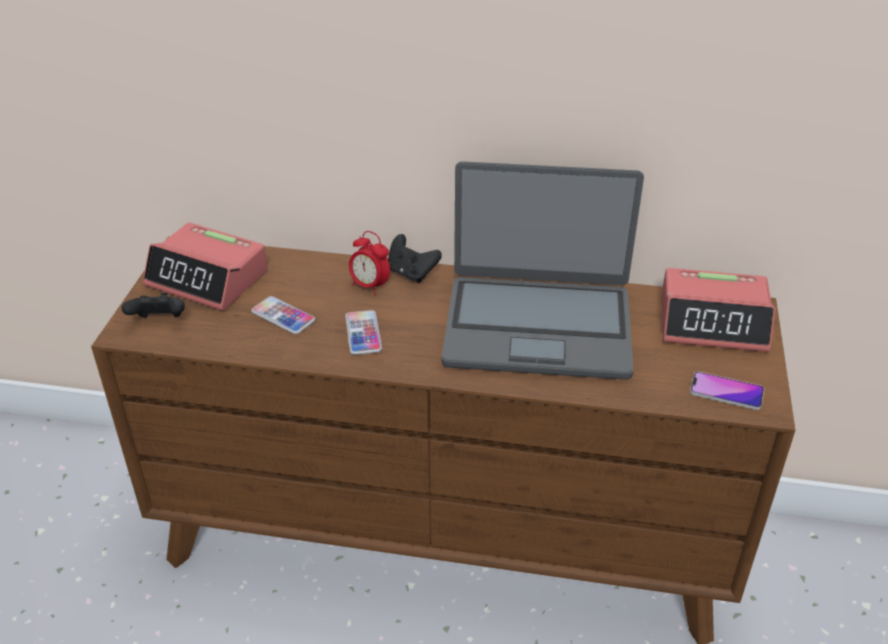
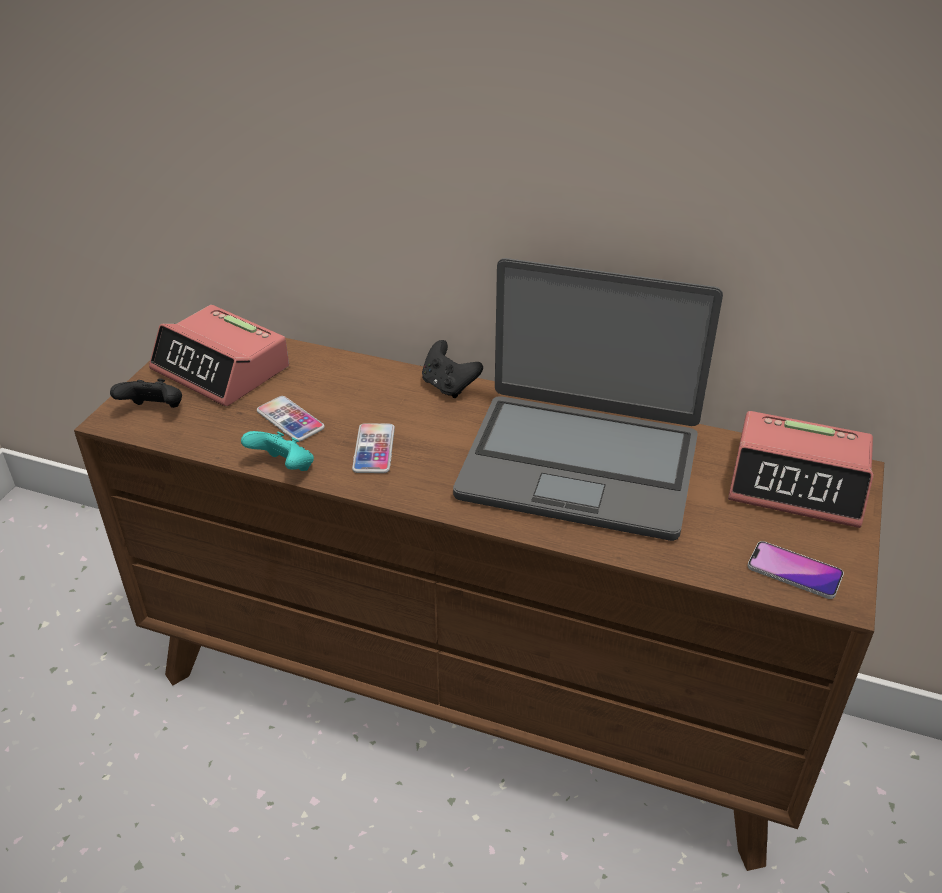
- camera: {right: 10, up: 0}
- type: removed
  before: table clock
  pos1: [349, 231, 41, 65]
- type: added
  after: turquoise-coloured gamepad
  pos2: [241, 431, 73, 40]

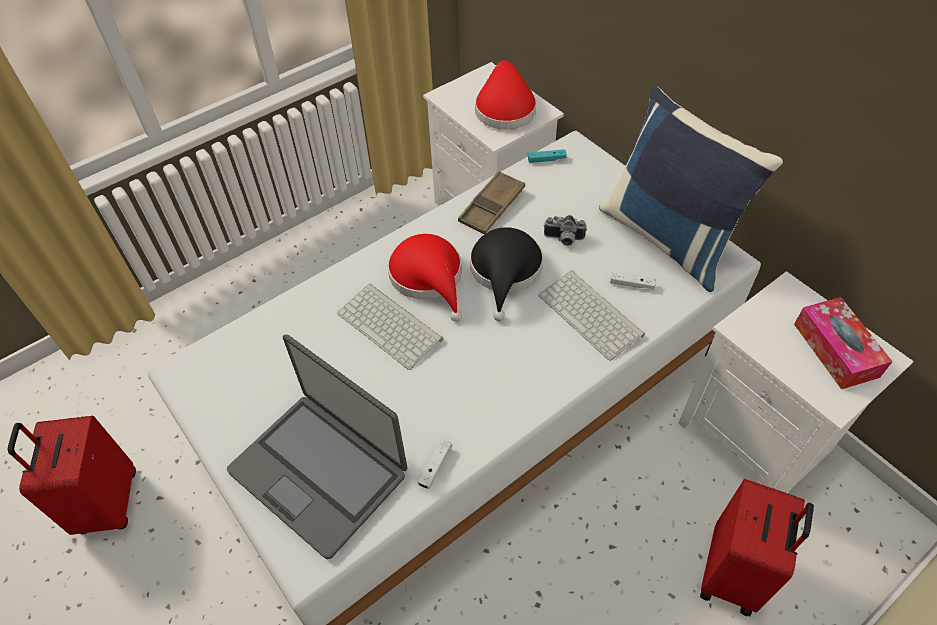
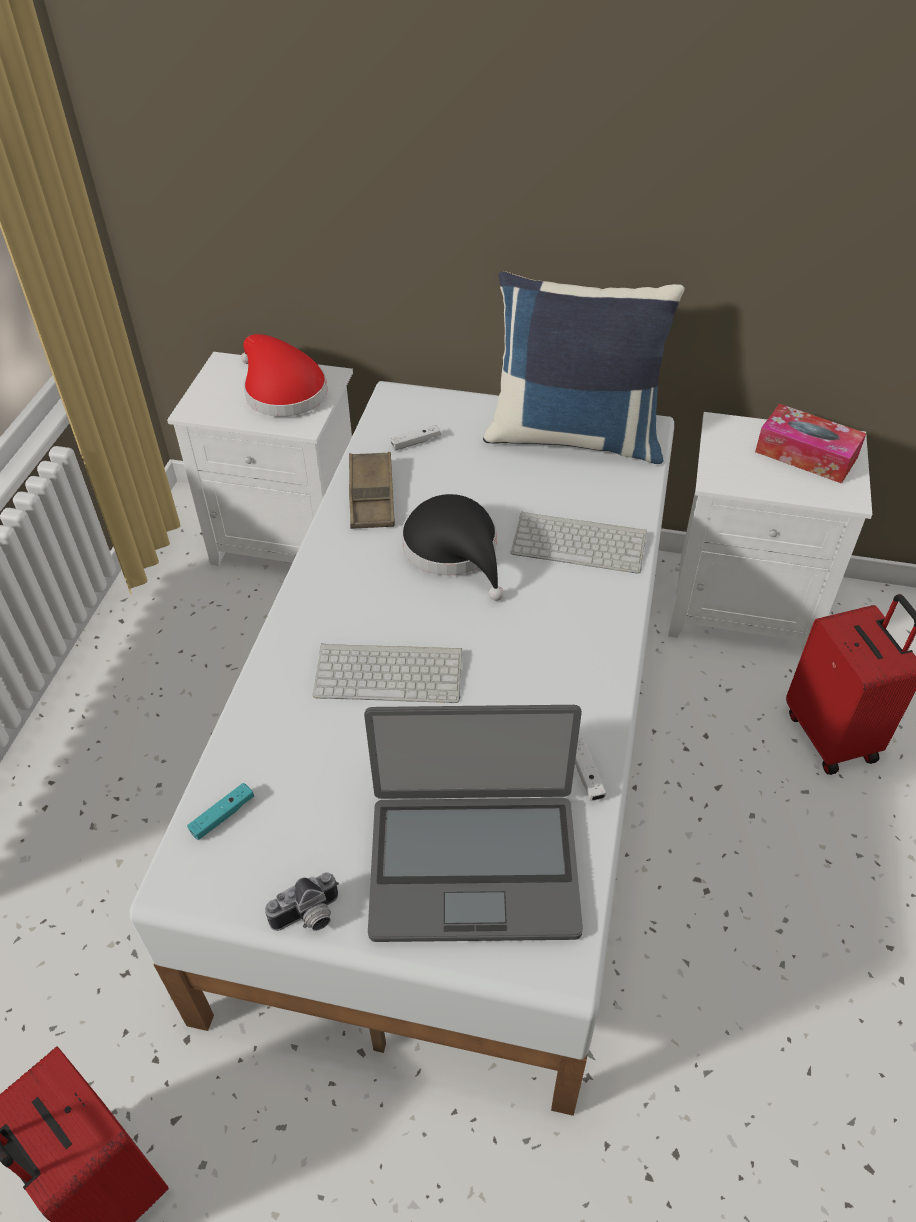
- camera: {right: -40, up: -5}
- type: removed
  before: reddish hat
  pos1: [387, 234, 75, 88]
- type: moved
  before: turquoise-coloured gamepad
  pos1: [528, 149, 39, 14]
  pos2: [187, 783, 67, 57]
- type: moved
  before: photo camera
  pos1: [544, 215, 43, 31]
  pos2: [265, 872, 74, 59]
- type: moved
  before: white-coloured gamepad
  pos1: [610, 271, 46, 18]
  pos2: [390, 424, 51, 27]

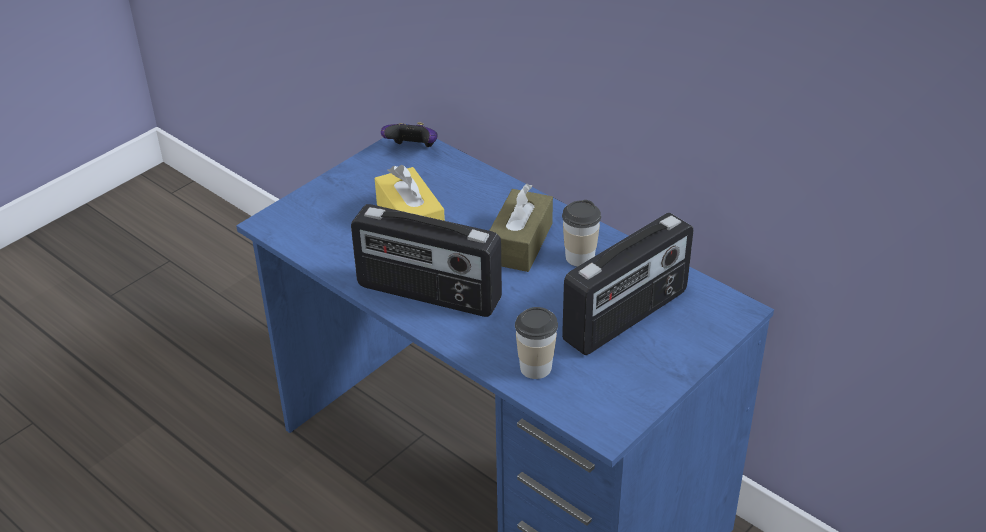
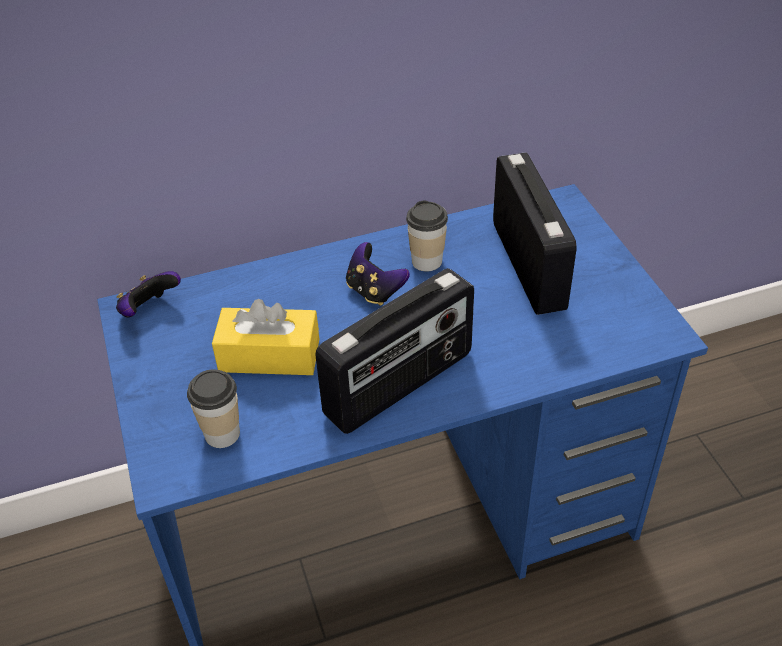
- camera: {right: -60, up: 5}
- type: moved
  before: drinking cup
  pos1: [515, 307, 43, 72]
  pos2: [187, 370, 53, 78]
- type: replaced
  before: brownish tissue holder
  after: gamepad
  pos1: [489, 183, 64, 89]
  pos2: [346, 242, 64, 64]

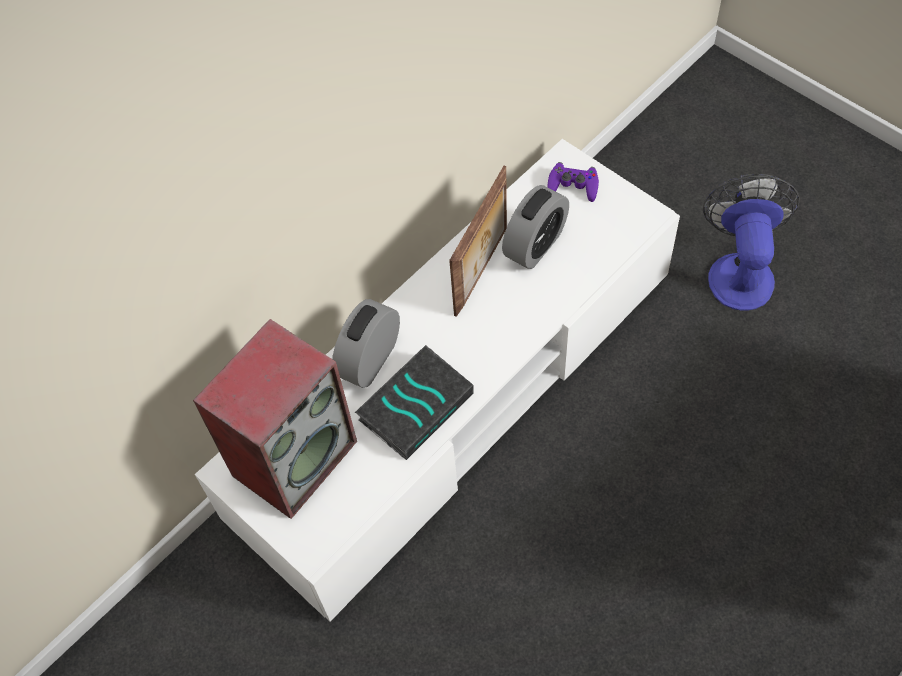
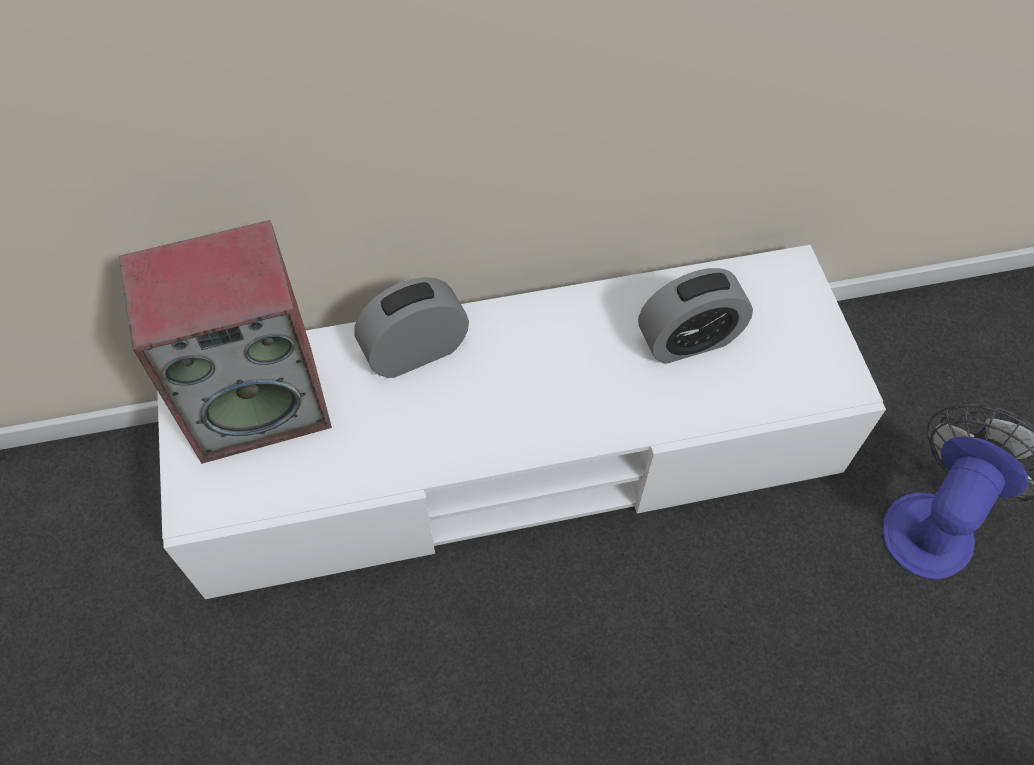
- camera: {right: 30, up: 0}
- type: removed
  before: volume
  pos1: [355, 345, 119, 115]
- type: removed
  before: picture frame
  pos1: [449, 166, 58, 151]
- type: removed
  before: purplish gamepad
  pos1: [547, 162, 52, 40]

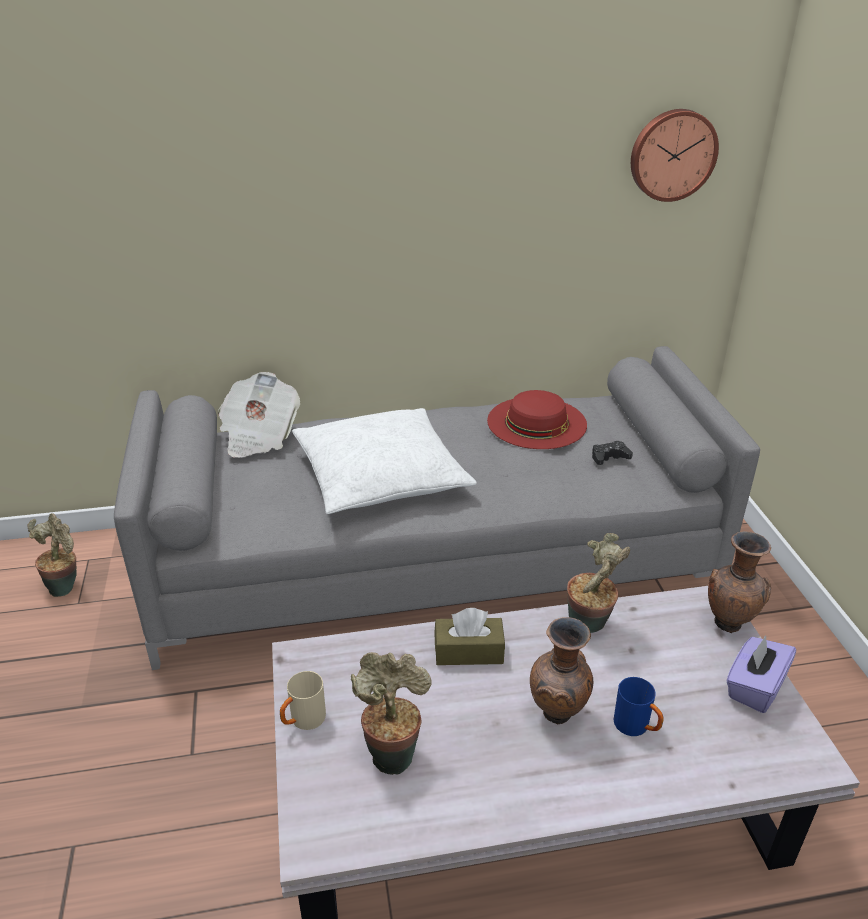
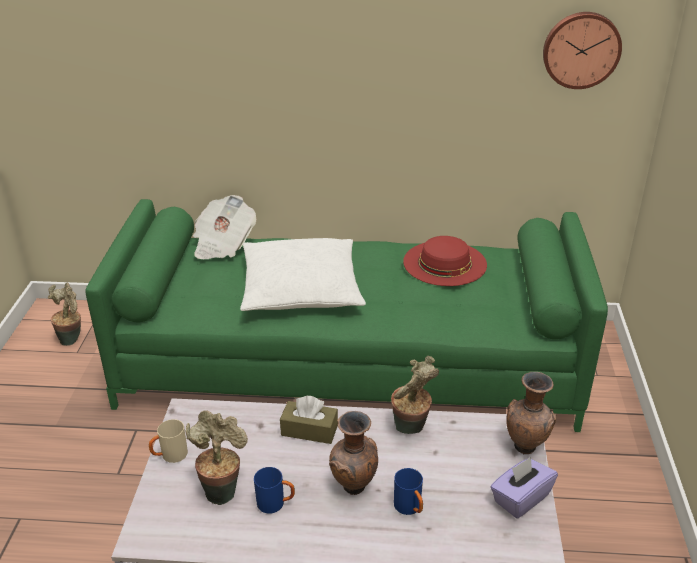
- camera: {right: 15, up: 0}
- type: removed
  before: black-coloured gamepad
  pos1: [592, 441, 41, 24]
- type: added
  after: blue-coloured mug
  pos2: [254, 467, 41, 47]
- type: recoloured
  before: greyish couch
  after: green-coloured couch
  pos1: [114, 346, 646, 324]
  pos2: [85, 199, 523, 233]

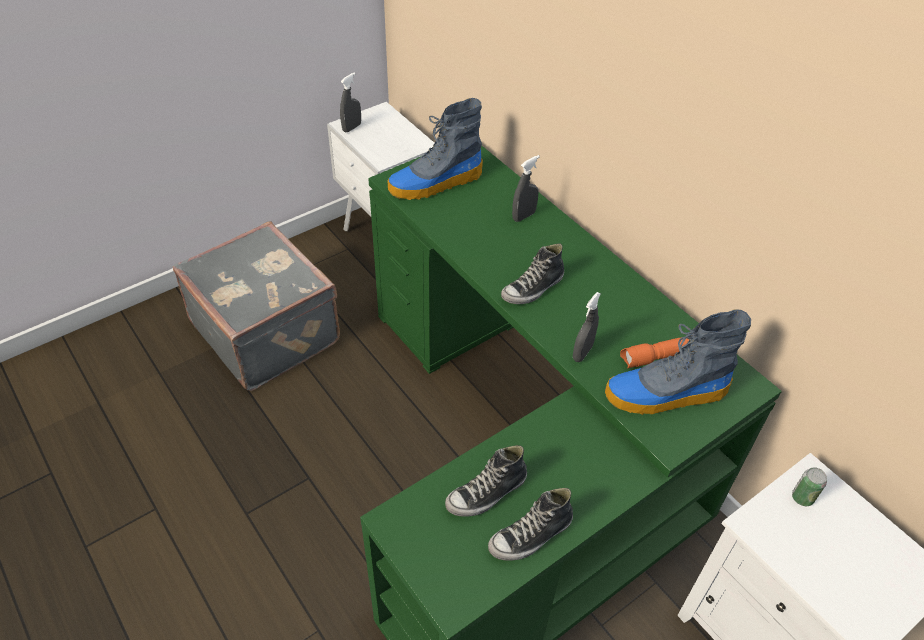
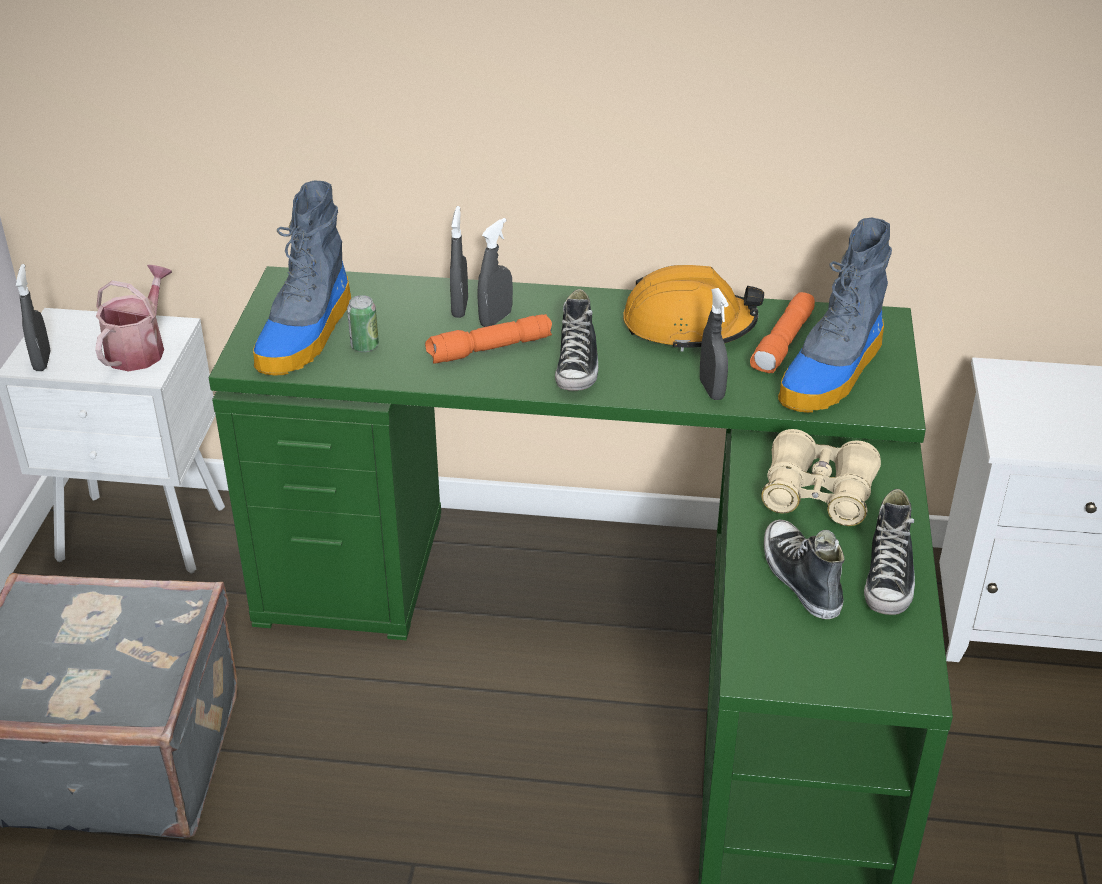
- camera: {right: -45, up: -10}
- type: added
  after: watering pot
  pos2: [95, 265, 77, 106]
- type: added
  after: orange-coloured flashlight
  pos2: [425, 314, 127, 50]
- type: added
  after: greyish spray bottle
  pos2: [477, 218, 36, 109]
- type: added
  after: orange-coloured hard hat
  pos2: [623, 265, 141, 87]
- type: added
  after: beige field glasses
  pos2: [761, 429, 120, 97]
- type: moved
  before: sealed can
  pos1: [792, 467, 35, 39]
  pos2: [347, 295, 32, 57]
- type: turned
  before: low shoe
  pos1: [445, 445, 82, 72]
  pos2: [764, 520, 80, 99]
  turn: 150

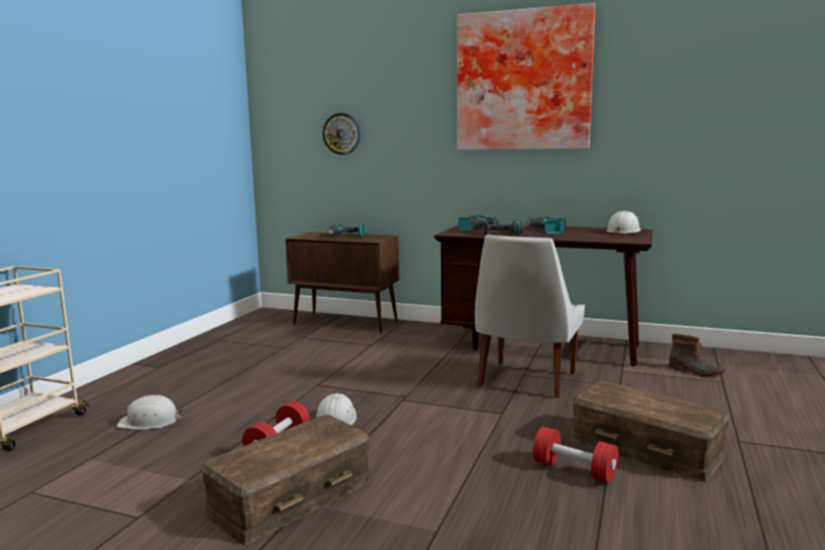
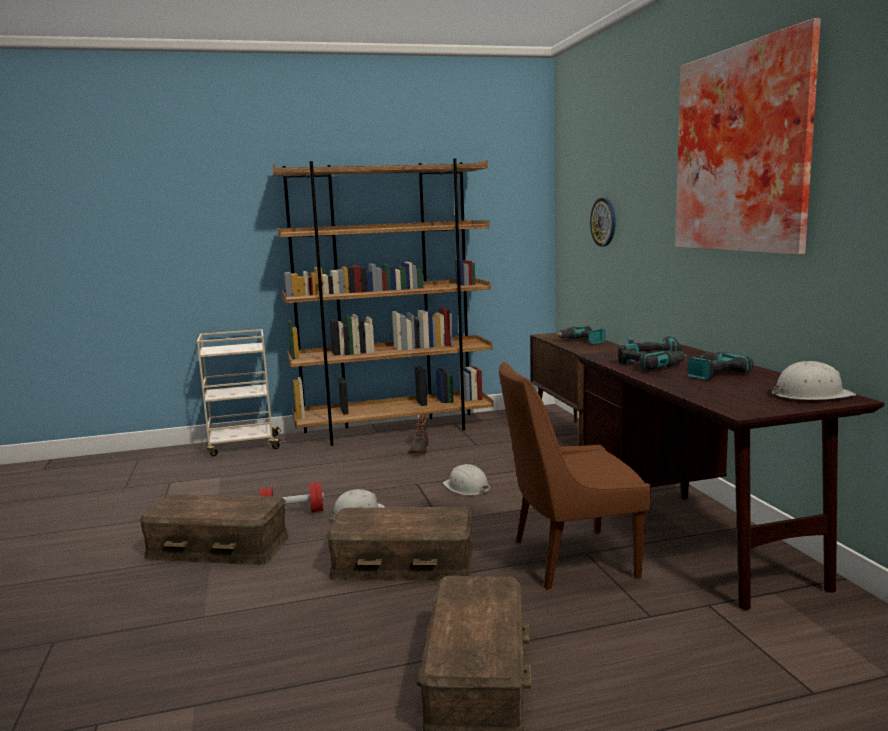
- camera: {right: 55, up: 0}
- type: removed
  before: reddish free weight
  pos1: [533, 427, 85, 56]
- type: added
  after: brownish bookshelf
  pos2: [272, 158, 222, 288]
- type: added
  after: brownish storage container
  pos2: [326, 507, 146, 74]
- type: moved
  before: white-coloured hard hat
  pos1: [117, 395, 66, 35]
  pos2: [443, 464, 47, 31]
- type: moved
  before: tall boot
  pos1: [669, 334, 56, 43]
  pos2: [409, 414, 20, 40]
- type: recoloured
  before: white-coloured upright chair
  after: brownish upright chair
  pos1: [475, 235, 110, 163]
  pos2: [499, 362, 152, 228]

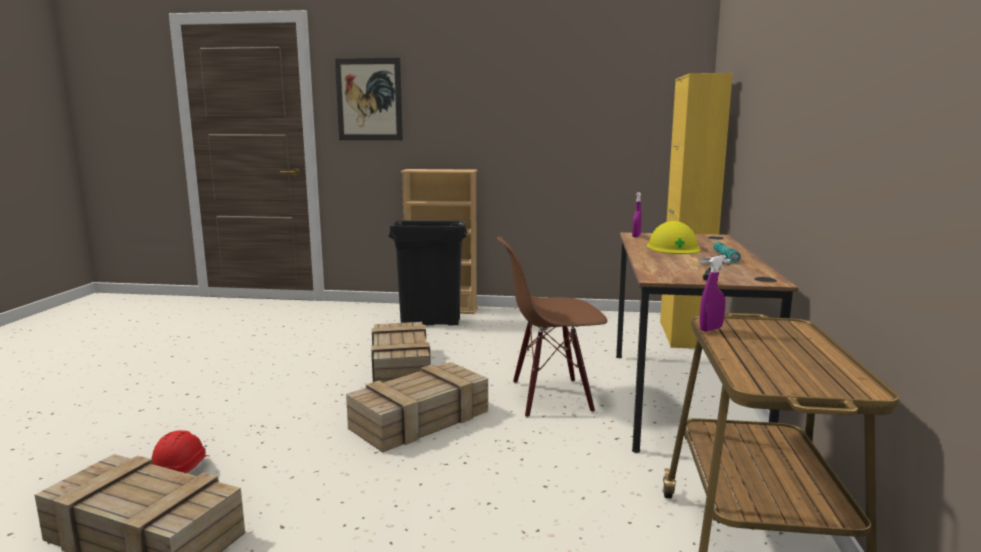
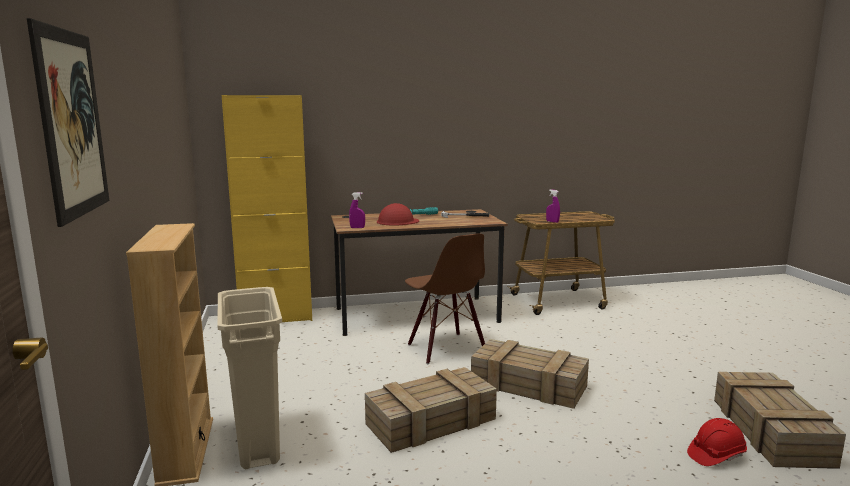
- camera: {right: -110, up: 0}
- type: recoloured
  before: black-coloured trash can
  after: beige trash can
  pos1: [389, 220, 78, 105]
  pos2: [217, 287, 65, 182]
- type: recoloured
  before: yellow hard hat
  after: reddish hard hat
  pos1: [647, 221, 54, 33]
  pos2: [377, 203, 42, 22]

